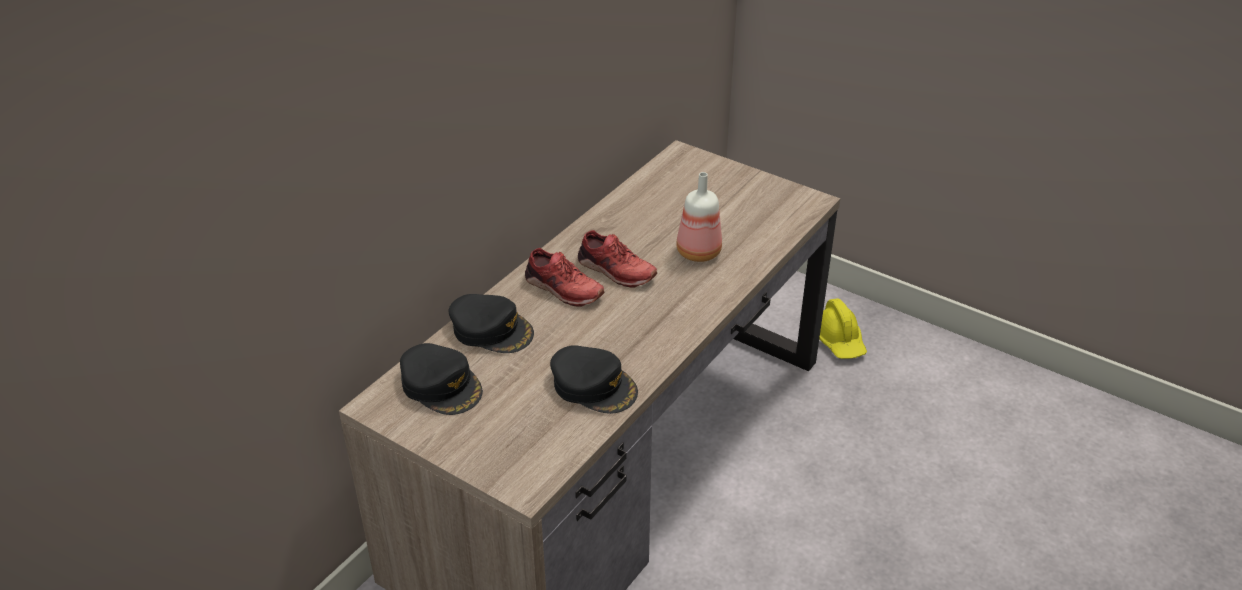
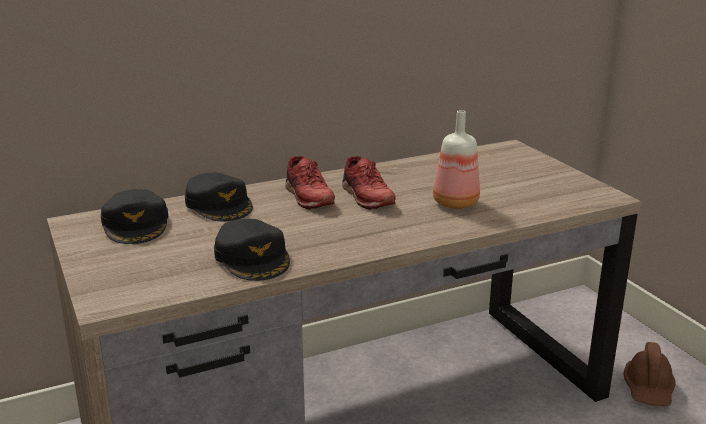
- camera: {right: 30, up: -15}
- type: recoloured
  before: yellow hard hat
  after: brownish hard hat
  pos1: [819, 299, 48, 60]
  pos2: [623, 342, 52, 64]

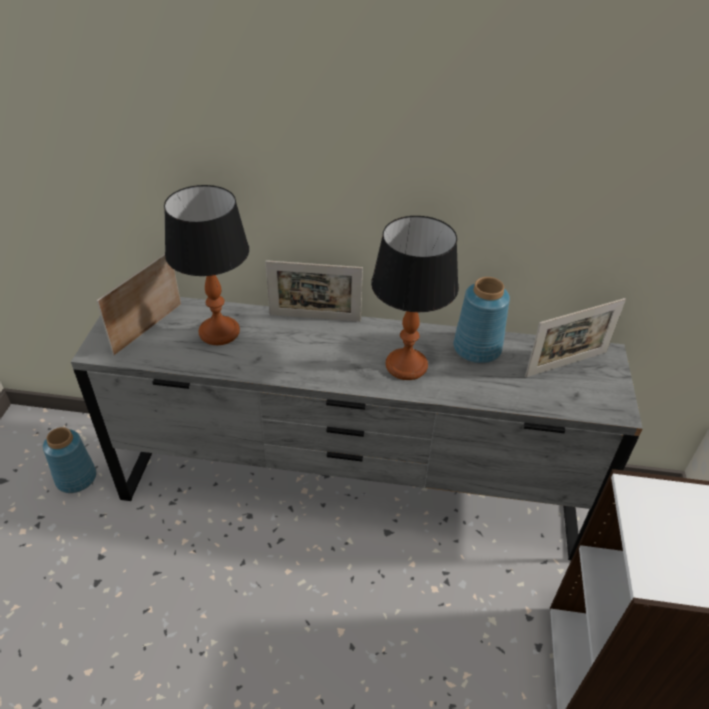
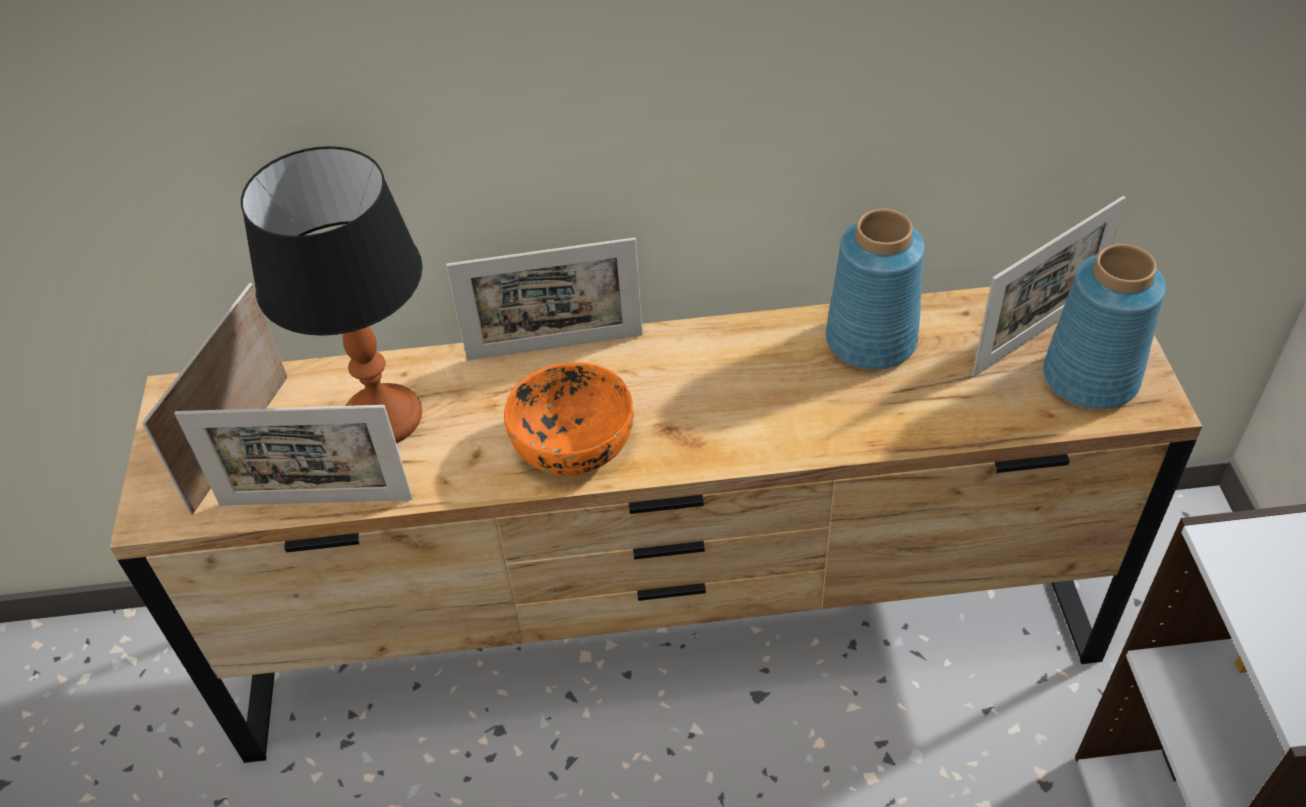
- camera: {right: -10, up: 5}
- type: removed
  before: tabletop lamp
  pos1: [371, 216, 88, 164]
- type: added
  after: picture frame
  pos2: [174, 405, 239, 101]
- type: added
  after: orange-coloured bowl
  pos2: [504, 362, 130, 113]
- type: moved
  before: blue-coloured vase
  pos1: [43, 427, 54, 66]
  pos2: [1043, 244, 123, 165]
- type: recoloured
  before: greyish drawer chest
  after: brownish drawer chest
  pos1: [71, 297, 572, 263]
  pos2: [110, 287, 1092, 476]

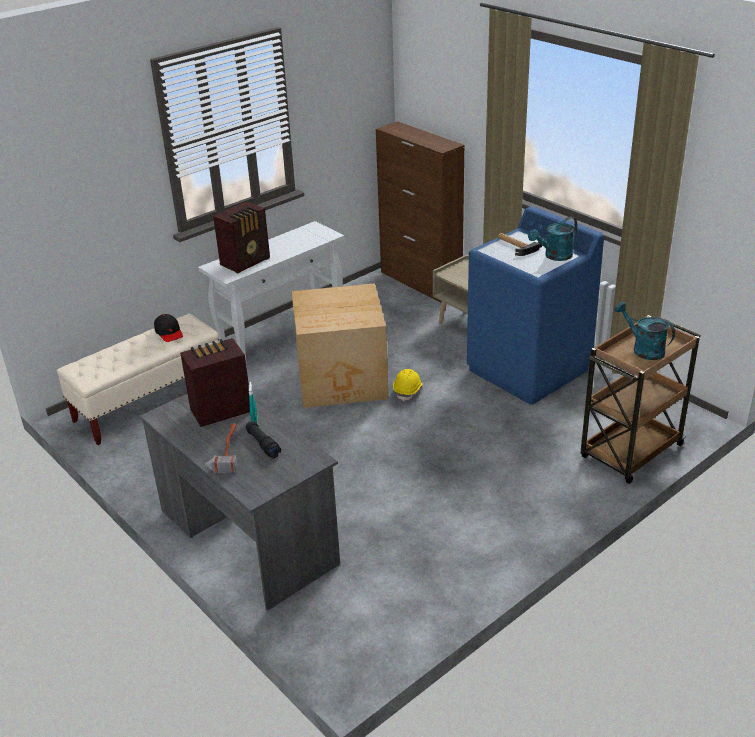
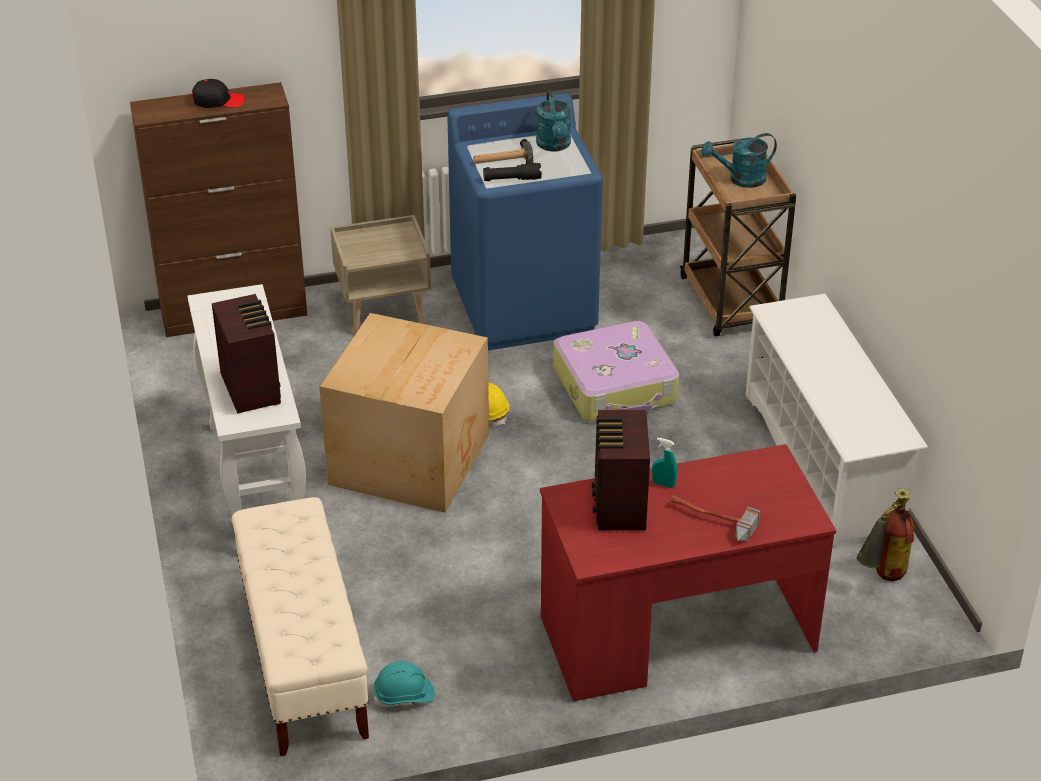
- camera: {right: -65, up: 5}
- type: added
  after: turquoise-coloured hard hat
  pos2: [374, 661, 61, 46]
- type: added
  after: piece of luggage
  pos2: [553, 321, 126, 101]
- type: added
  after: white-coloured shoe rack
  pos2: [746, 294, 182, 252]
- type: added
  after: fire extinguisher
  pos2: [857, 489, 57, 92]
- type: moved
  before: black-coloured baseball cap
  pos1: [154, 314, 29, 28]
  pos2: [192, 79, 53, 29]
- type: moved
  before: black-coloured flashlight
  pos1: [246, 421, 35, 37]
  pos2: [483, 163, 59, 18]
- type: recoloured
  before: greyish desk
  after: reddish desk
  pos1: [139, 394, 201, 217]
  pos2: [540, 444, 296, 258]

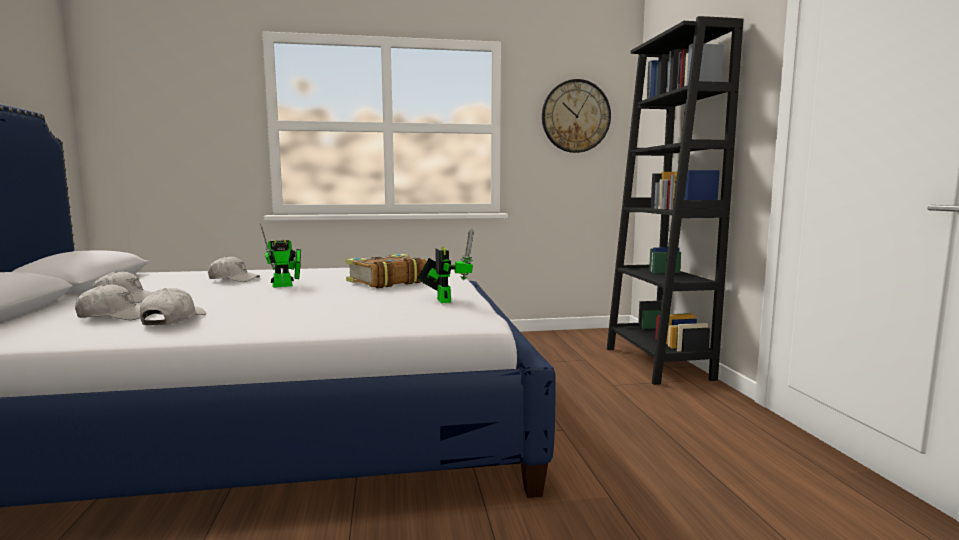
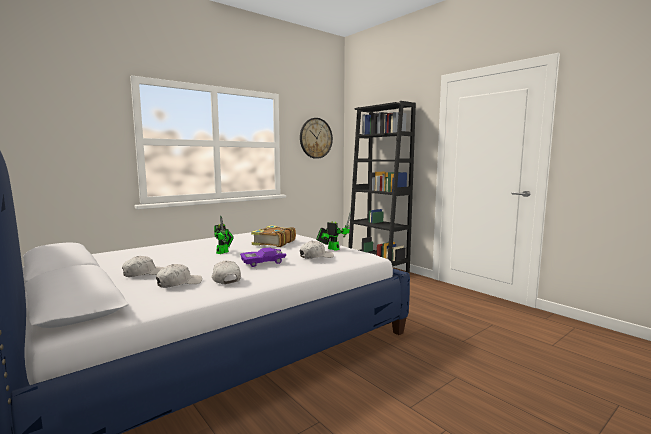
- camera: {right: -30, up: 0}
- type: added
  after: purplish toy car
  pos2: [240, 248, 47, 19]
- type: moved
  before: white-coloured baseball cap
  pos1: [208, 256, 52, 26]
  pos2: [300, 241, 34, 18]

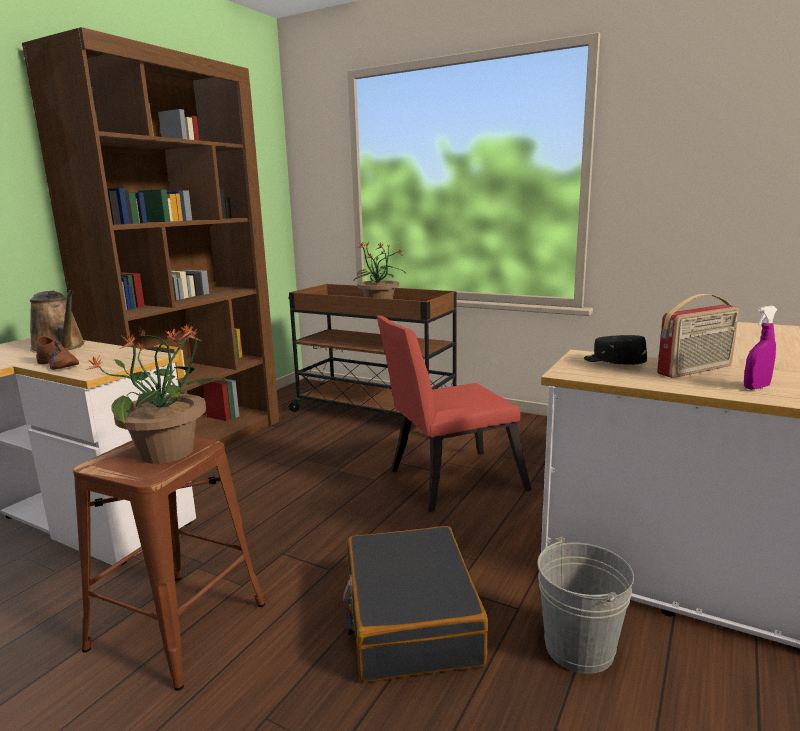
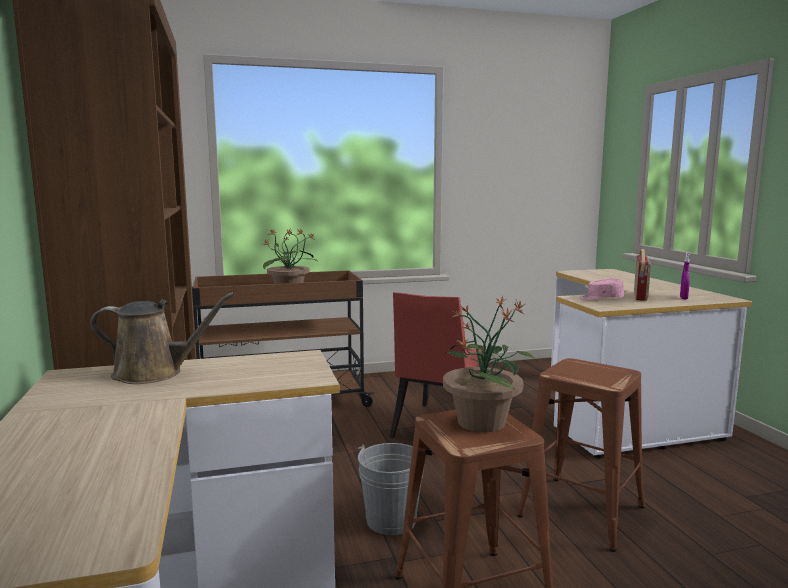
- camera: {right: -45, up: -5}
- type: removed
  before: brownish low shoe
  pos1: [36, 336, 43, 34]
- type: moved
  before: greyish water bucket
  pos1: [537, 537, 97, 137]
  pos2: [358, 443, 66, 92]
- type: replaced
  before: black-coloured piece of luggage
  after: brownish sitting stool
  pos1: [343, 526, 146, 156]
  pos2: [517, 358, 128, 194]
- type: recoloured
  before: black-coloured baseball cap
  after: pink-coloured baseball cap
  pos1: [584, 335, 63, 30]
  pos2: [580, 279, 44, 21]

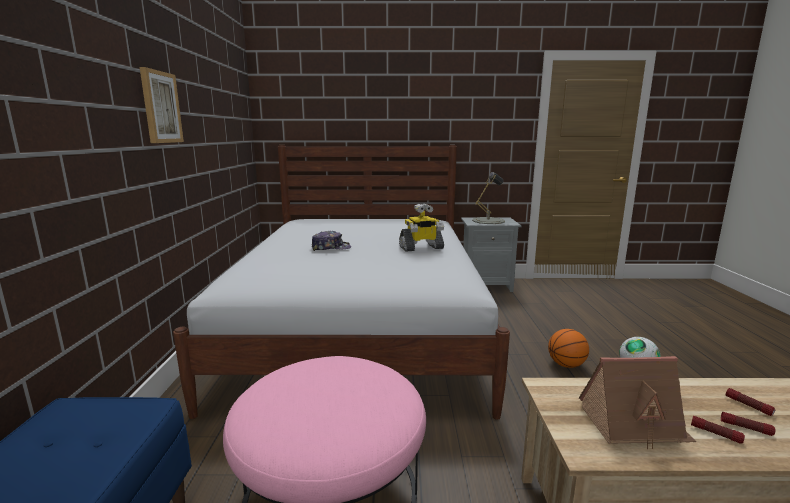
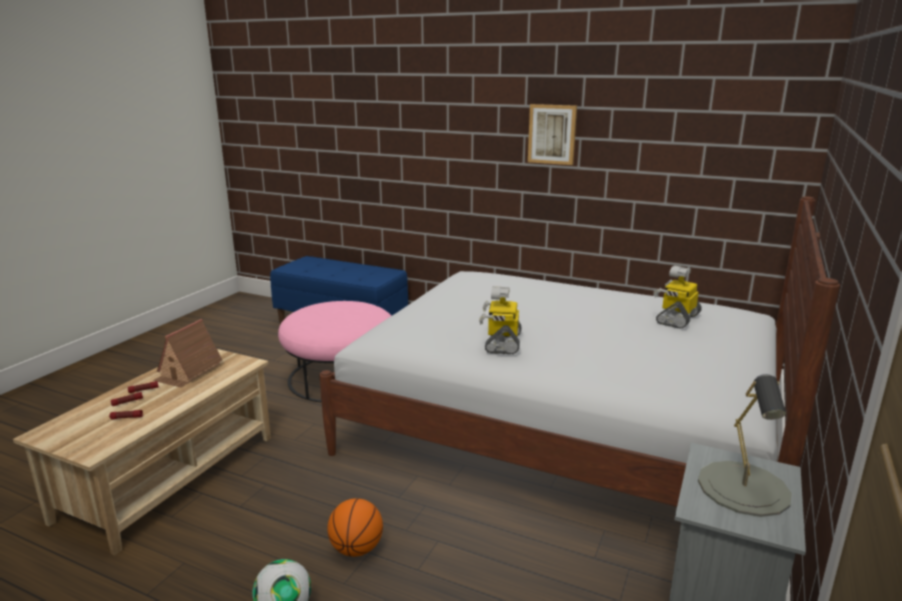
- camera: {right: 115, up: 5}
- type: removed
  before: baseball cap
  pos1: [312, 231, 39, 20]
- type: added
  after: toy robot
  pos2: [654, 266, 48, 63]

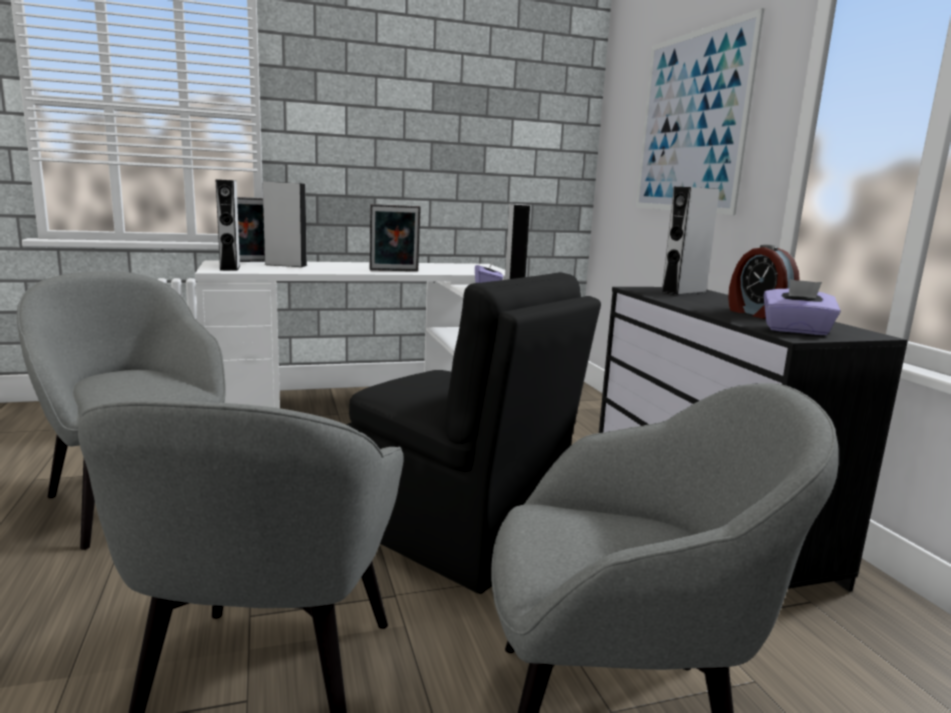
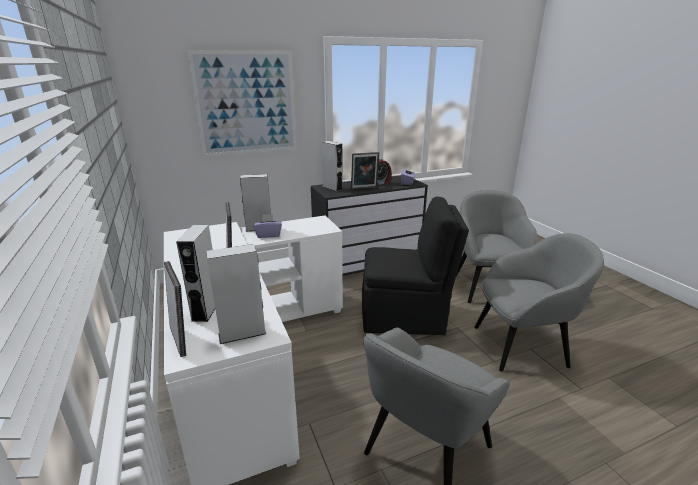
- camera: {right: -95, up: 10}
- type: added
  after: picture frame
  pos2: [351, 152, 28, 38]
- type: turned
  before: black-coloured upright chair
  pos1: [346, 272, 255, 322]
  pos2: [362, 197, 107, 138]
  turn: 60

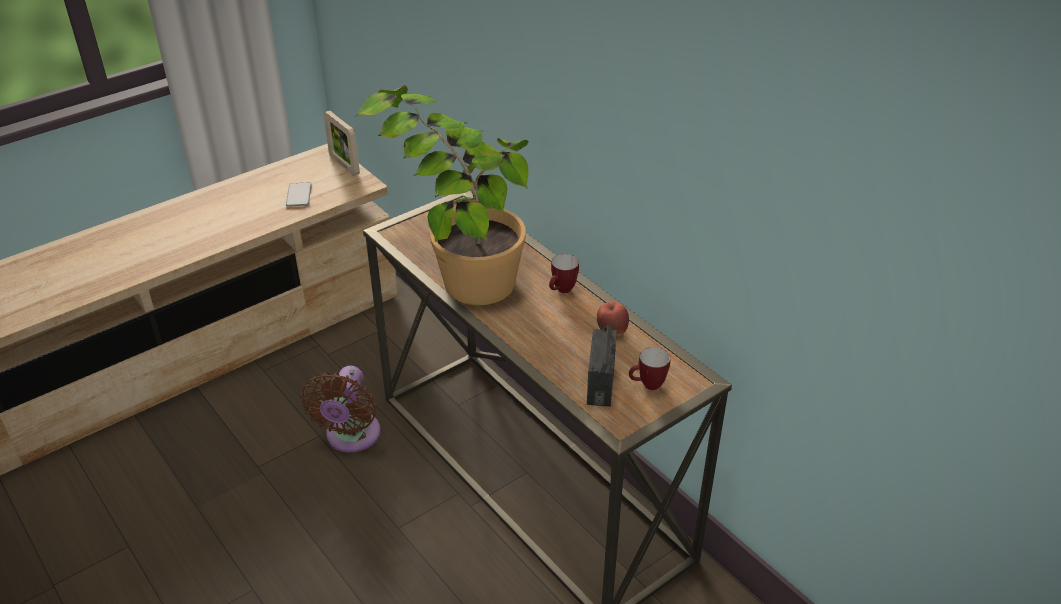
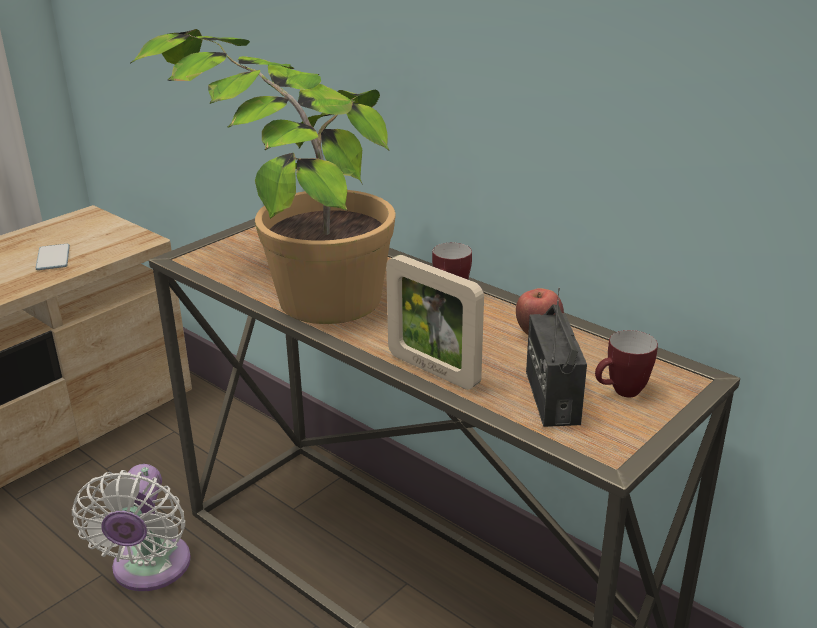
- camera: {right: -10, up: -10}
- type: moved
  before: picture frame
  pos1: [323, 110, 37, 66]
  pos2: [386, 255, 98, 135]
- type: recoloured
  before: brownish cooling fan
  after: white-coloured cooling fan
  pos1: [301, 366, 80, 86]
  pos2: [72, 464, 119, 127]

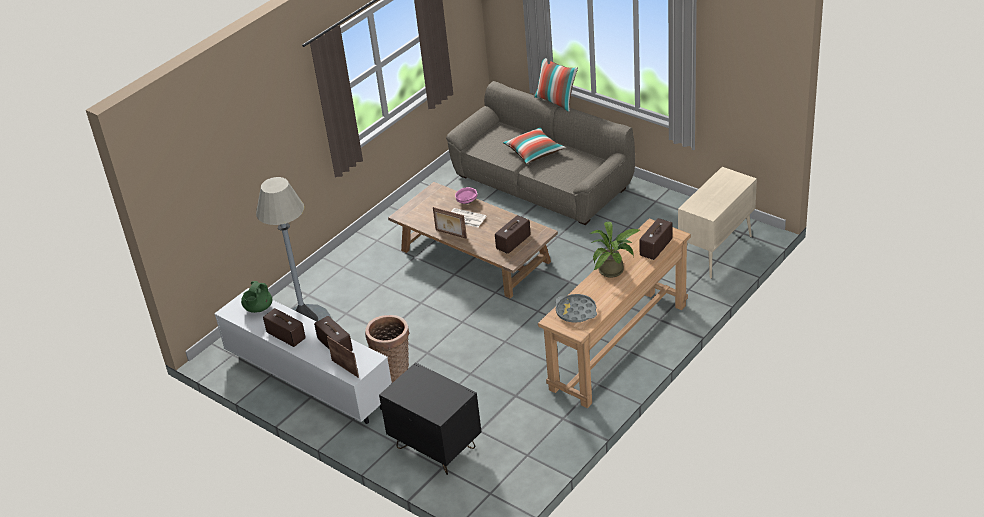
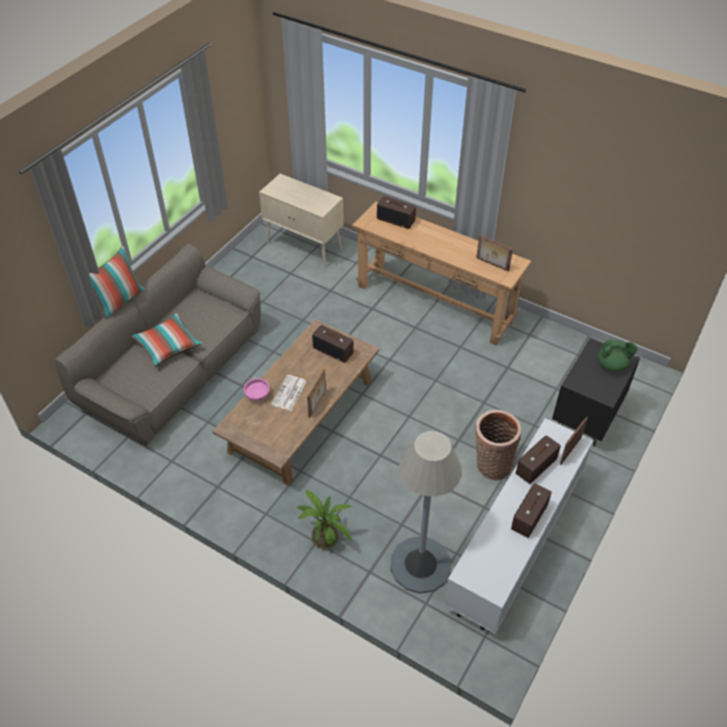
- camera: {right: -100, up: 10}
- type: moved
  before: green-coloured tea pot
  pos1: [241, 281, 31, 32]
  pos2: [598, 339, 40, 33]
- type: moved
  before: houseplant
  pos1: [590, 222, 50, 56]
  pos2: [297, 489, 55, 60]
- type: replaced
  before: greyish serving tray
  after: picture frame
  pos1: [555, 294, 42, 29]
  pos2: [476, 235, 37, 37]

